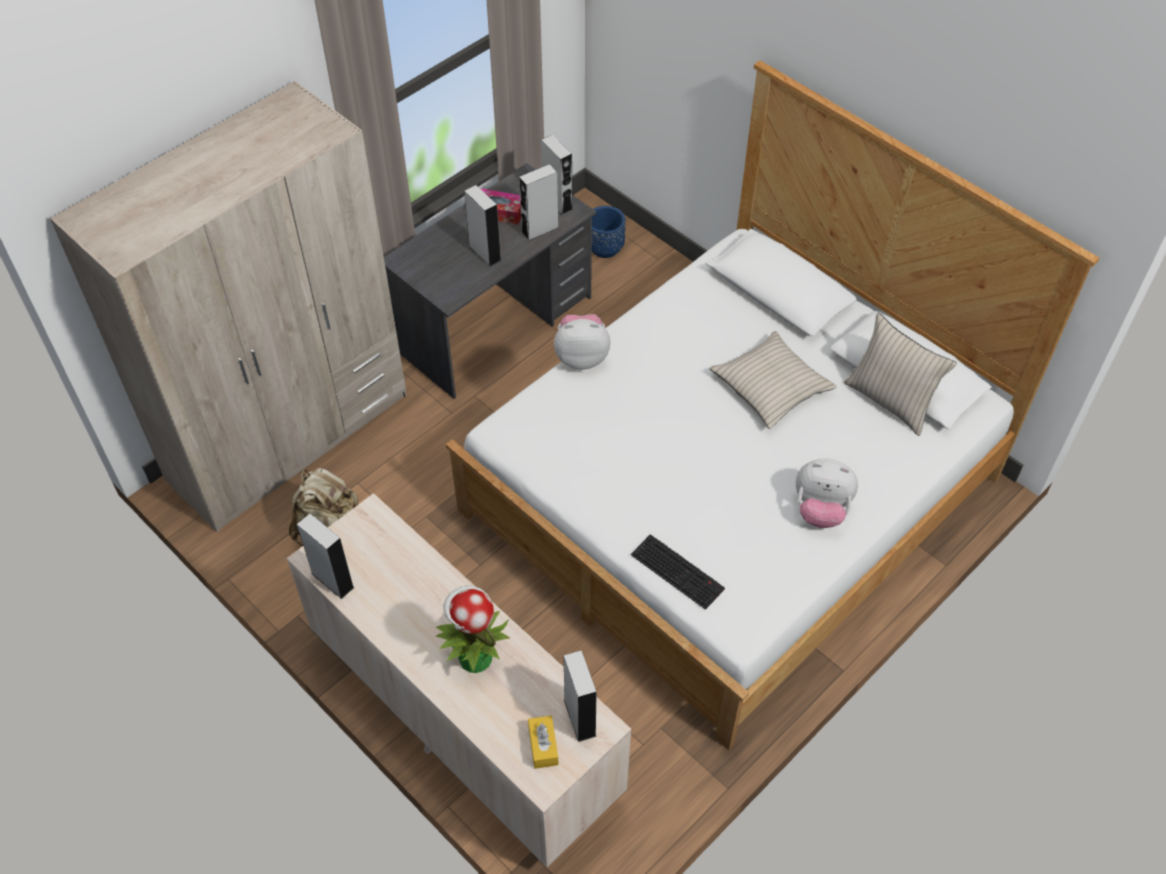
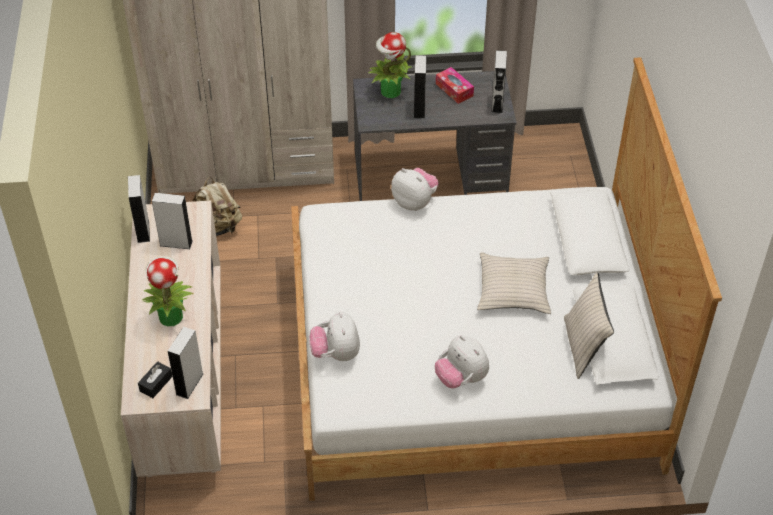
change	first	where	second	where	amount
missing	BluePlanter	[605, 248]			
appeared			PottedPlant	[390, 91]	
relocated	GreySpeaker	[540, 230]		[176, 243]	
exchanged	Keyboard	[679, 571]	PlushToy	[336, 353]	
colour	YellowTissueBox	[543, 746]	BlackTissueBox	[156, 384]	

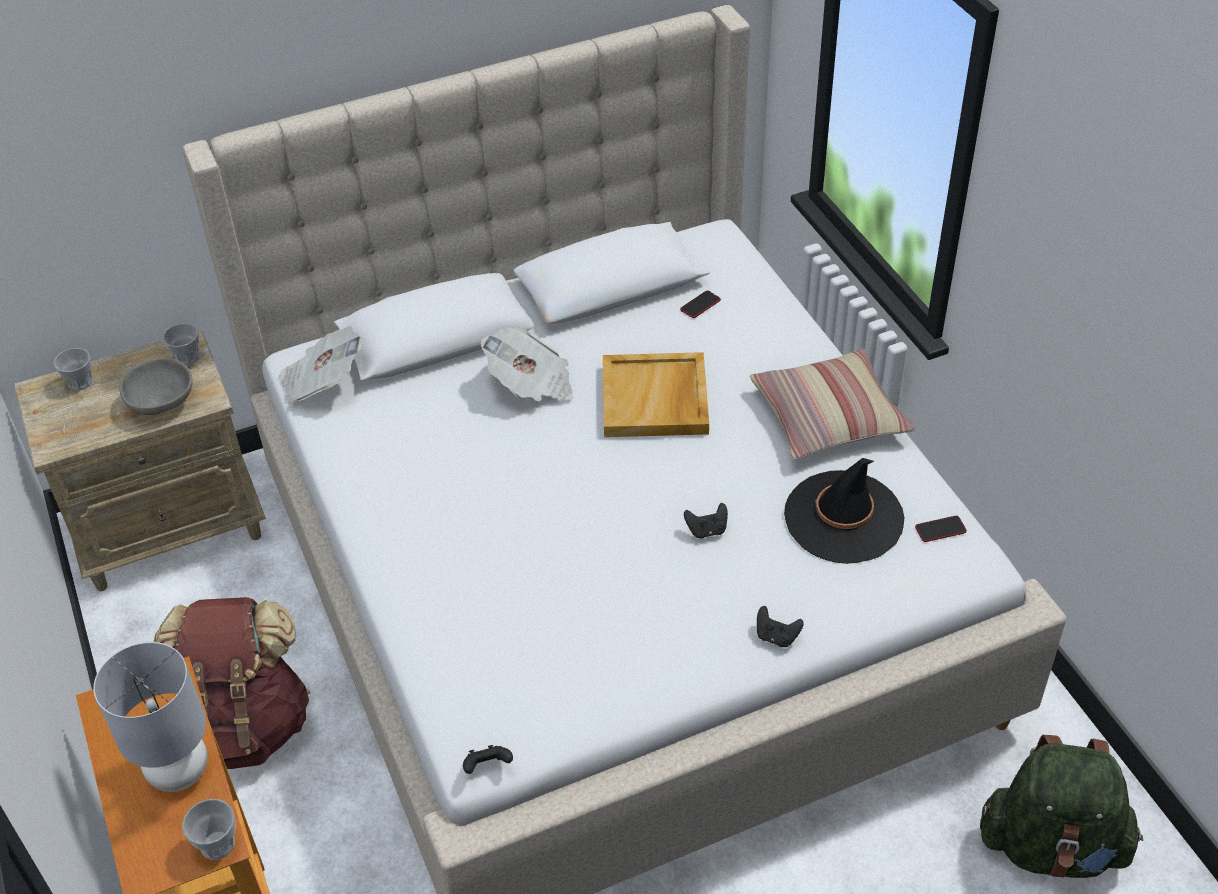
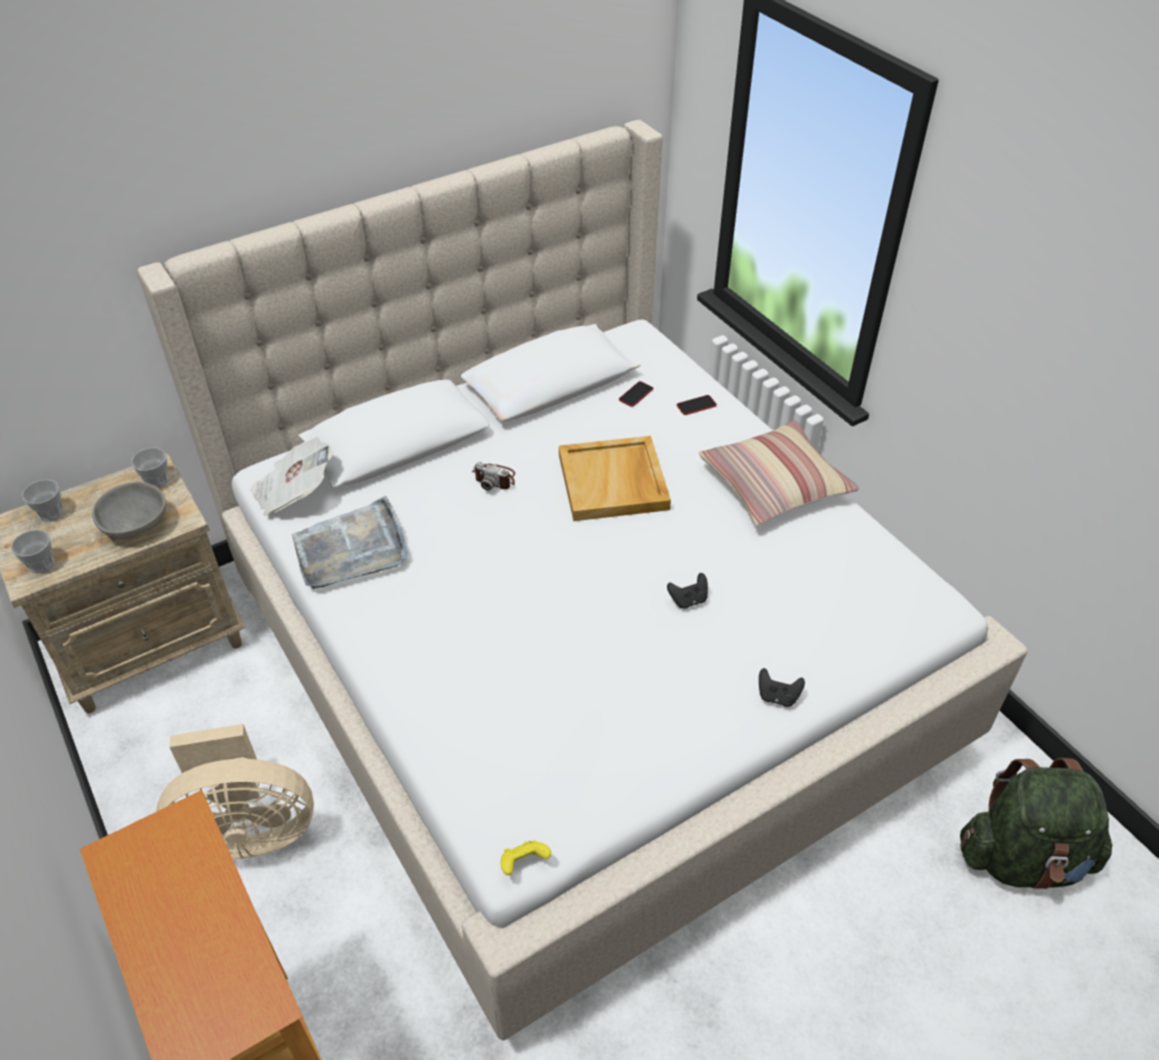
change	first	where	second	where	amount
missing	GreyTableLamp	[178, 771]			
missing	BlackHat	[843, 518]			
appeared			GreyTray	[351, 549]	
relocated	Cup	[217, 844]		[41, 564]	
relocated	Phone	[940, 529]		[696, 405]	
exchanged	BrownBackpack	[243, 724]	BeigeFan	[247, 831]	
exchanged	Newspaper	[531, 384]	PhotoCamera	[495, 478]	
colour	BlackGameController	[487, 767]	YellowGameController	[523, 863]	

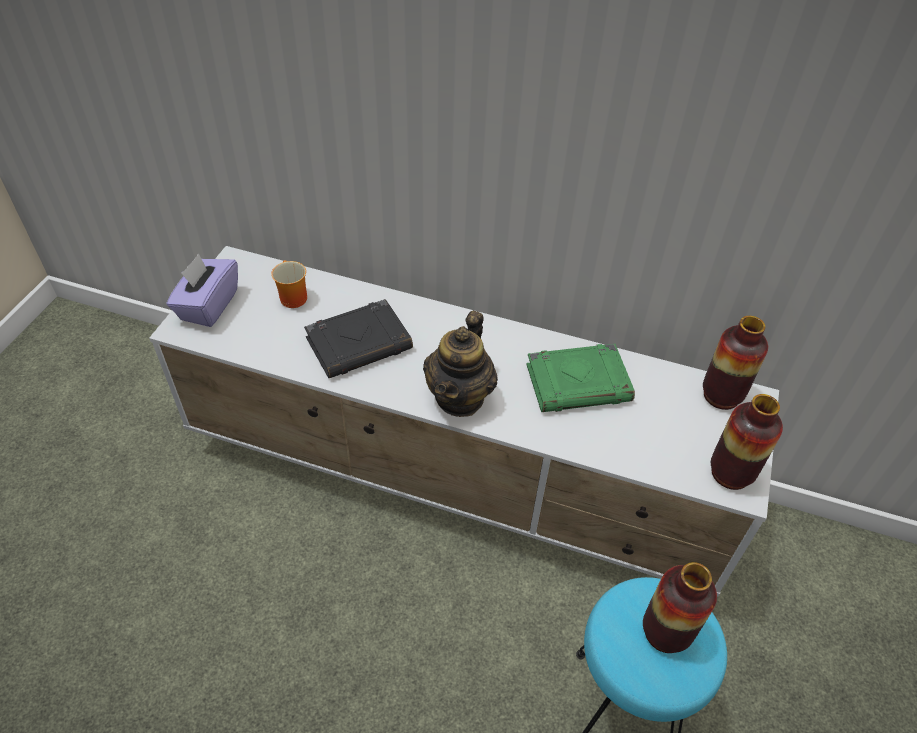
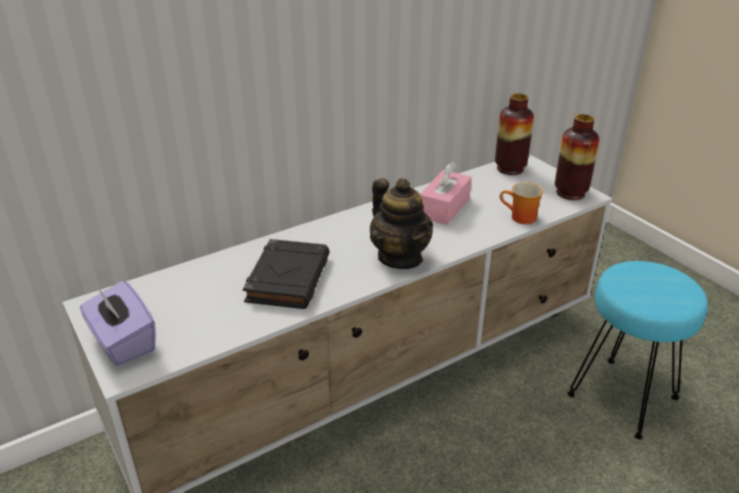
change	first	where	second	where	amount
missing	Vase	[665, 632]			
relocated	Mug	[291, 297]		[520, 218]	
exchanged	GreenBook	[579, 383]	PinkTissueBox	[444, 207]	

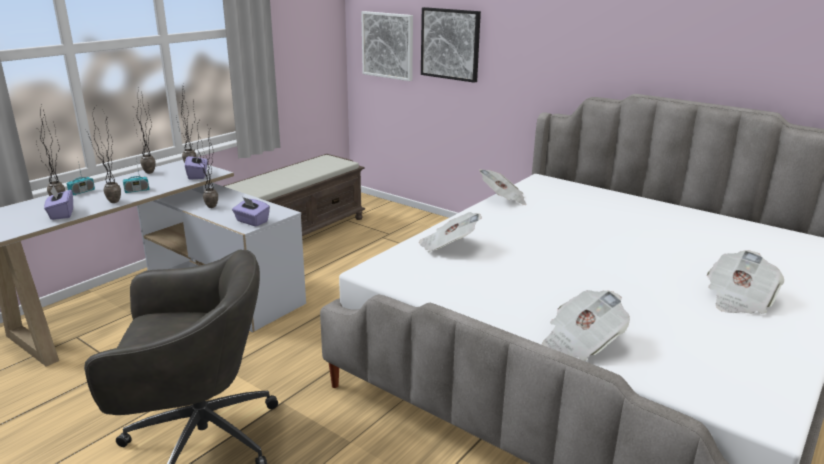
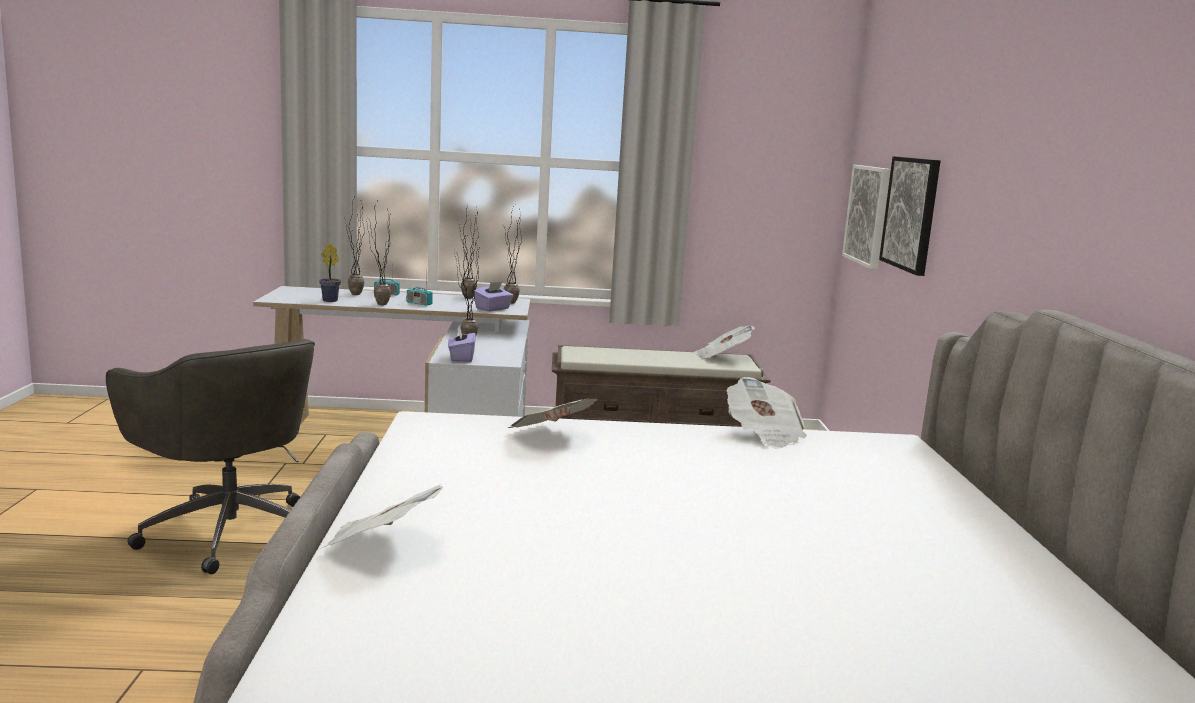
change	first	where	second	where	amount
relocated	Newspaper	[738, 300]		[722, 356]	
exchanged	PurpleTissueBox	[61, 214]	PottedPlant	[331, 300]	

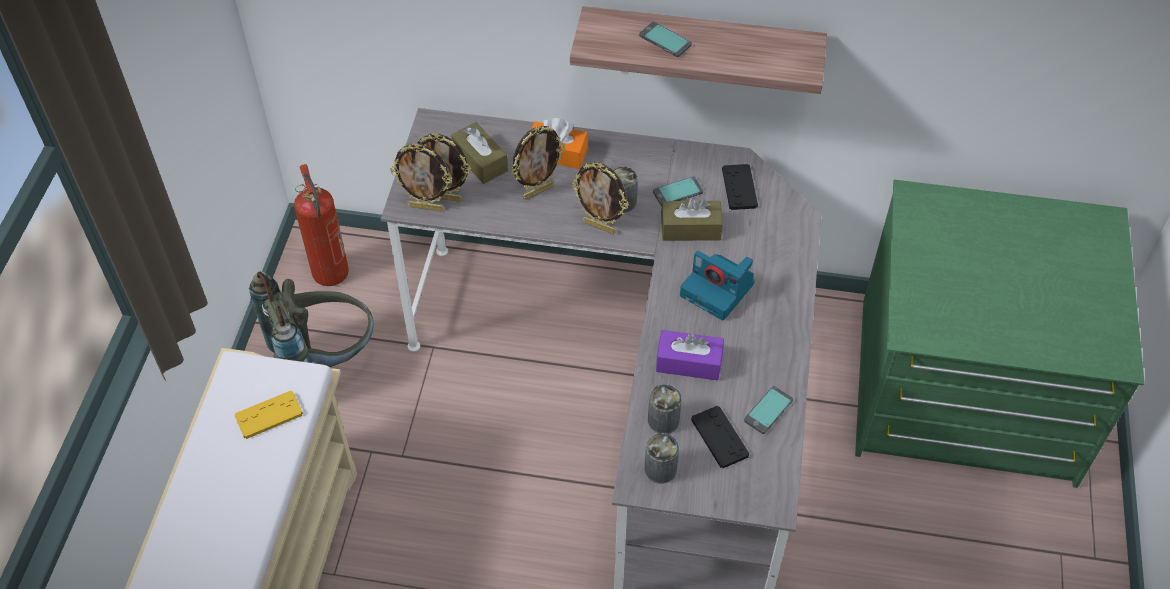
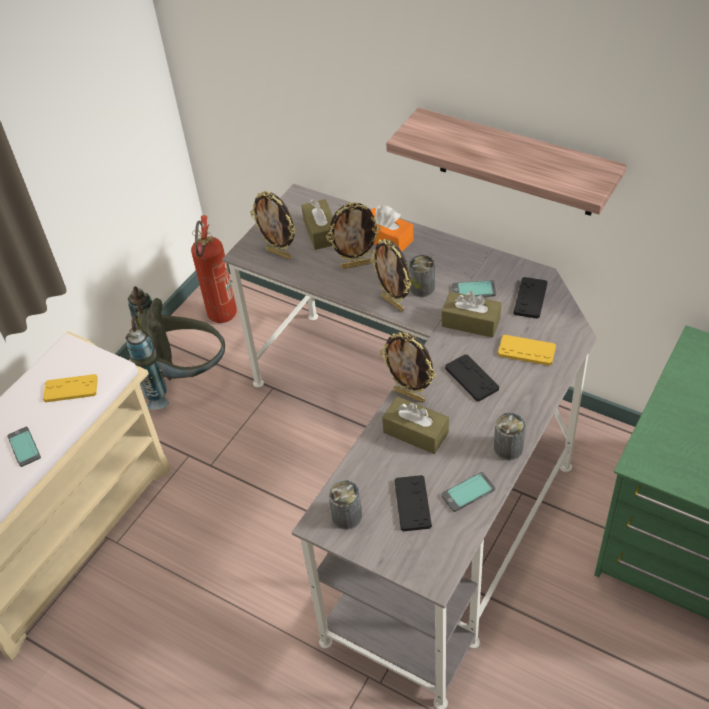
change	first	where	second	where	amount
appeared			YellowGameController	[526, 351]	
relocated	PictureFrame	[426, 207]		[409, 395]	
relocated	Phone	[665, 40]		[24, 447]	
relocated	Can	[663, 420]		[508, 448]	
exchanged	PhotoCamera	[718, 290]	BlackGameController	[471, 378]	
colour	PurpleTissueBox	[689, 363]	BrownTissueBox	[415, 432]	

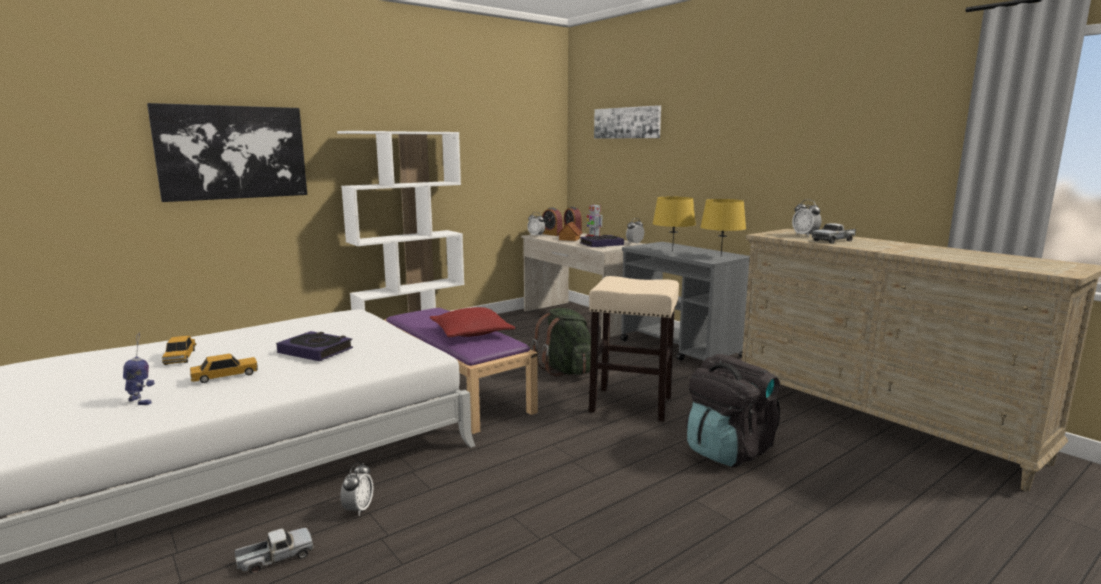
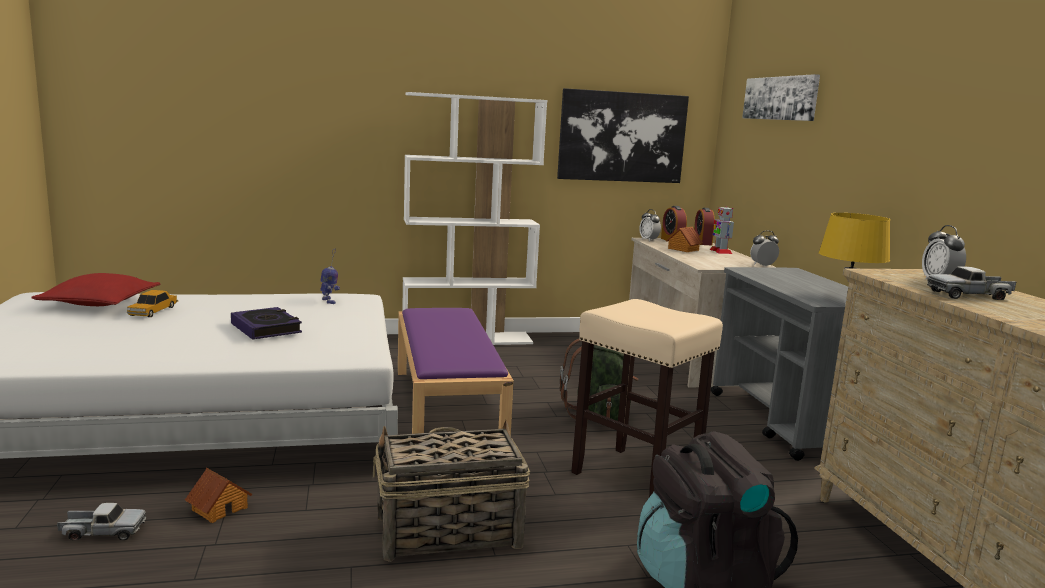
change	first	where	second	where	amount
missing	ToyCar	[225, 375]			
missing	Book	[601, 244]			
missing	YellowTableLamp	[672, 251]			
appeared			Basket	[447, 532]	
relocated	ToyRobot	[141, 401]		[329, 301]	
relocated	Picture	[232, 152]		[622, 137]	
relocated	RedPillow	[471, 333]		[100, 303]	
exchanged	AlarmClock	[358, 509]	ToyHouse	[219, 508]	

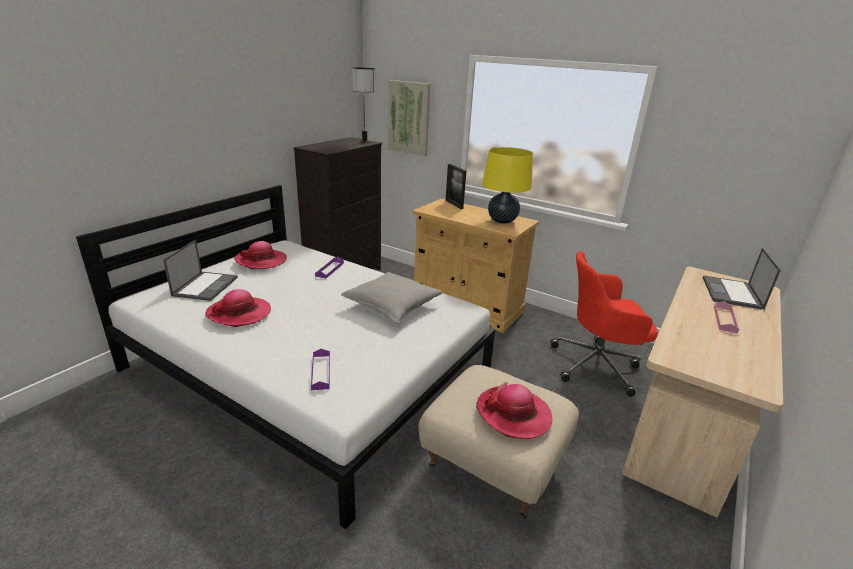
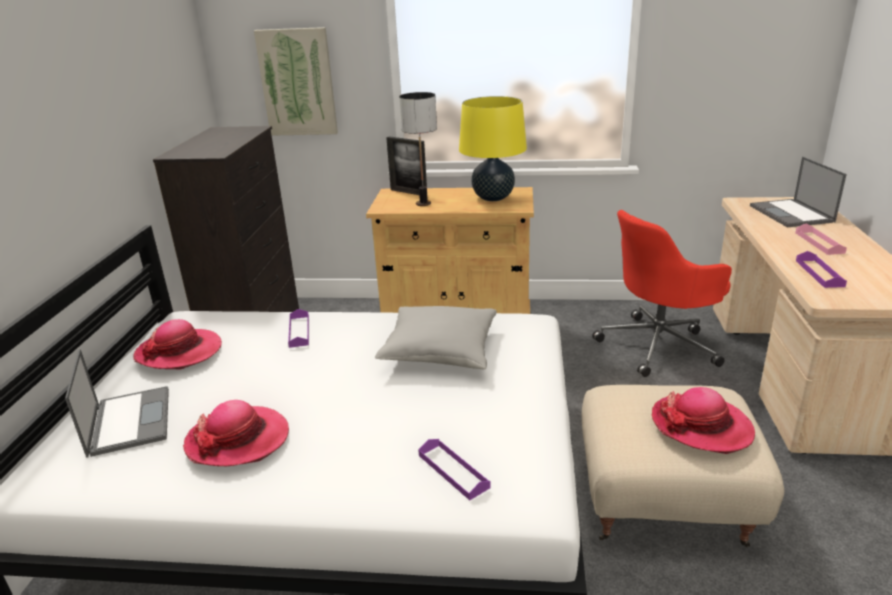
change	first	where	second	where	amount
appeared			PurpleTray	[819, 273]	
relocated	TableLamp	[364, 142]		[423, 204]	

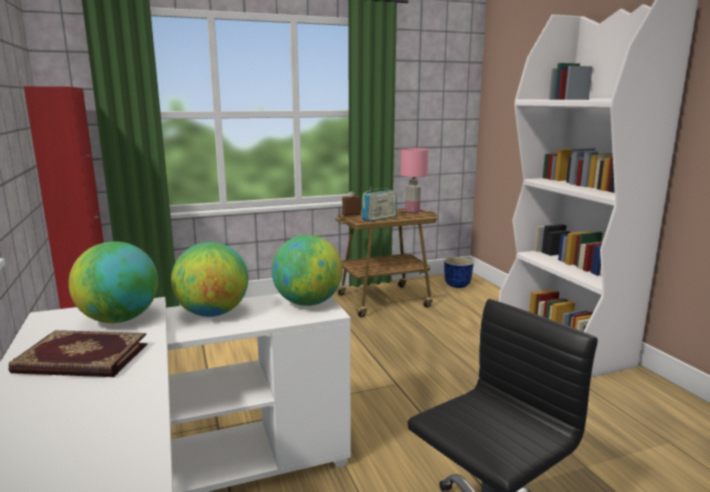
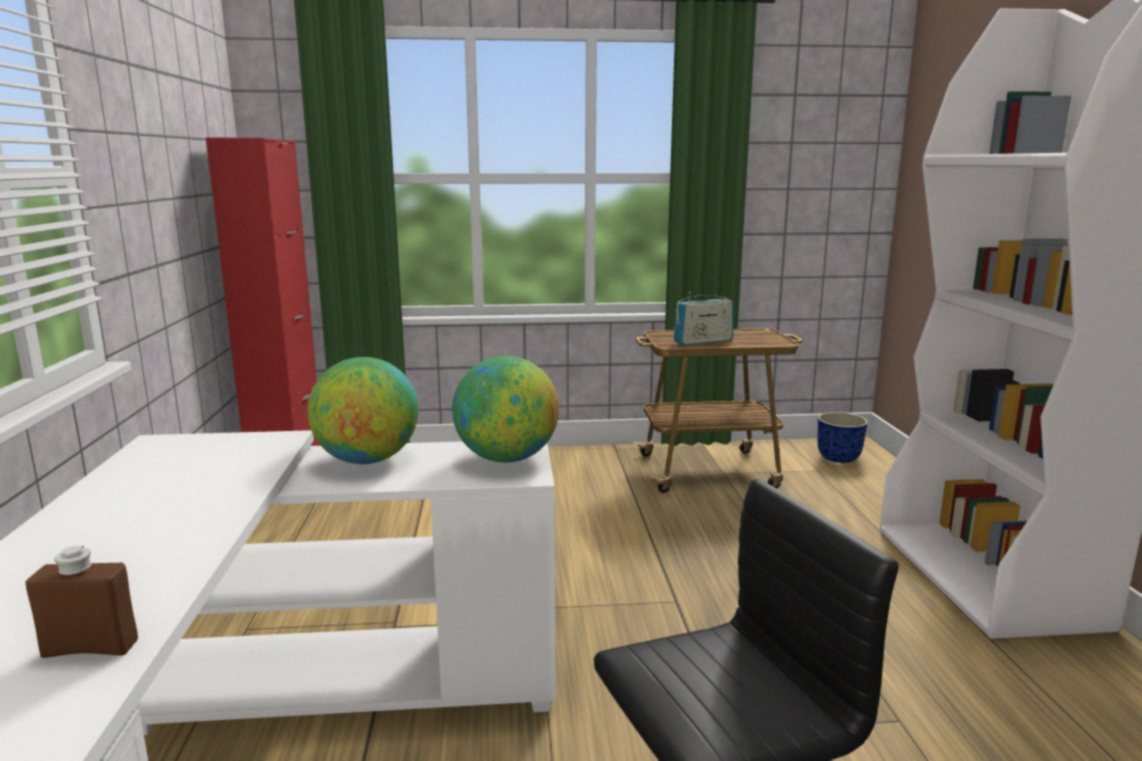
change	first	where	second	where	amount
missing	Book	[81, 359]			
missing	Globe	[119, 319]			
missing	PinkTableLamp	[413, 211]			
relocated	BrownBottle	[351, 215]		[90, 648]	

